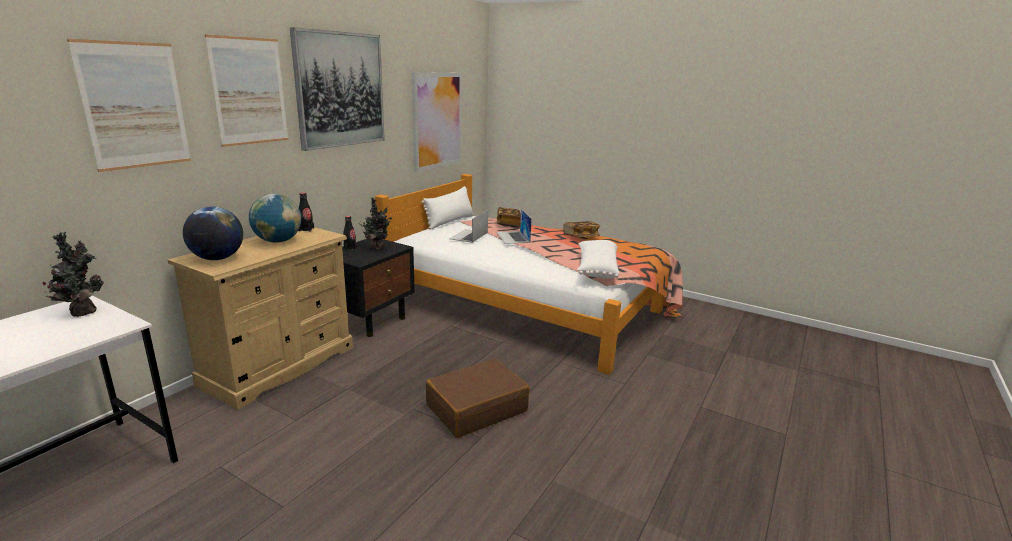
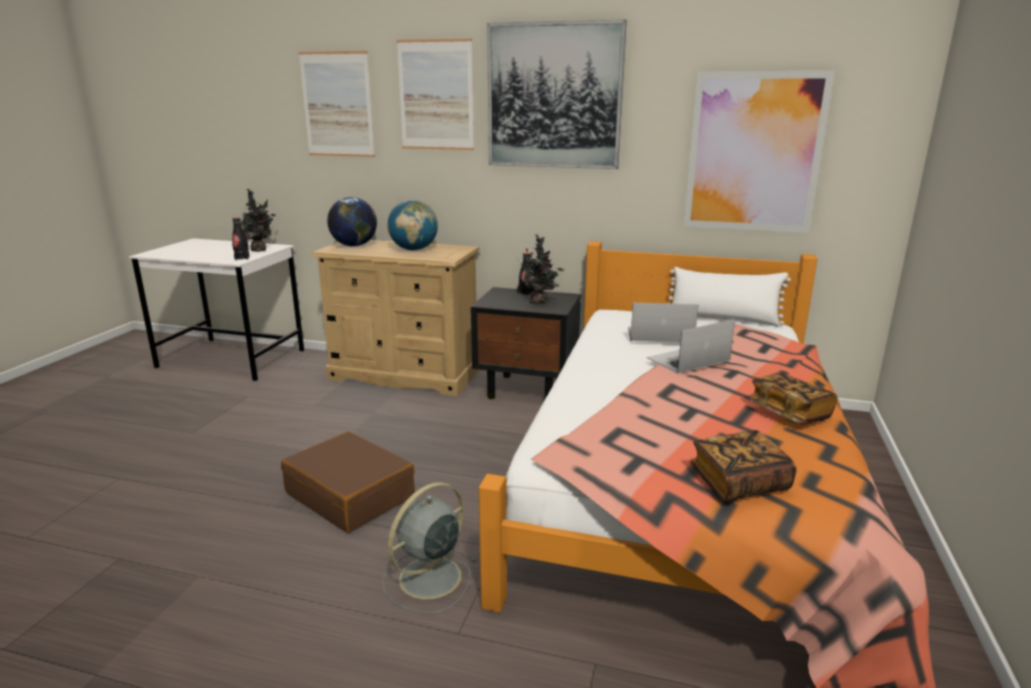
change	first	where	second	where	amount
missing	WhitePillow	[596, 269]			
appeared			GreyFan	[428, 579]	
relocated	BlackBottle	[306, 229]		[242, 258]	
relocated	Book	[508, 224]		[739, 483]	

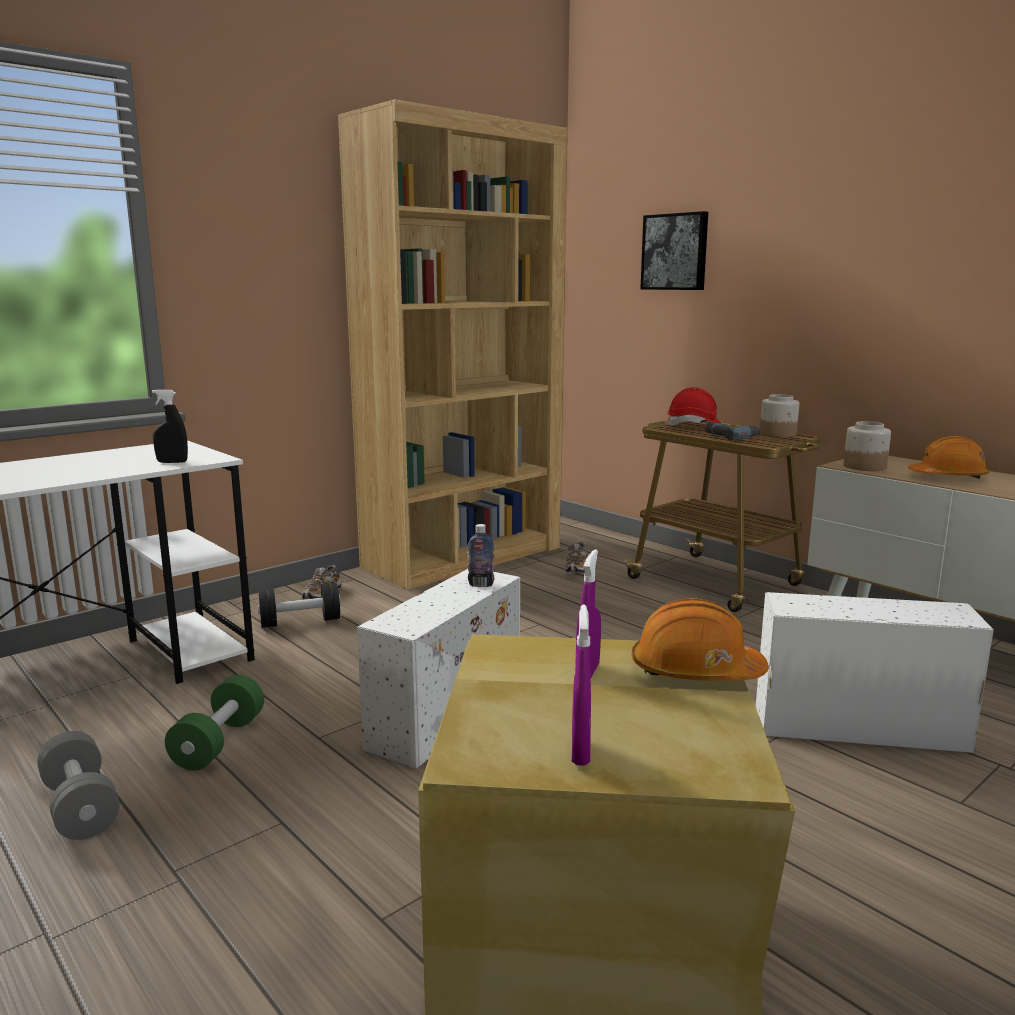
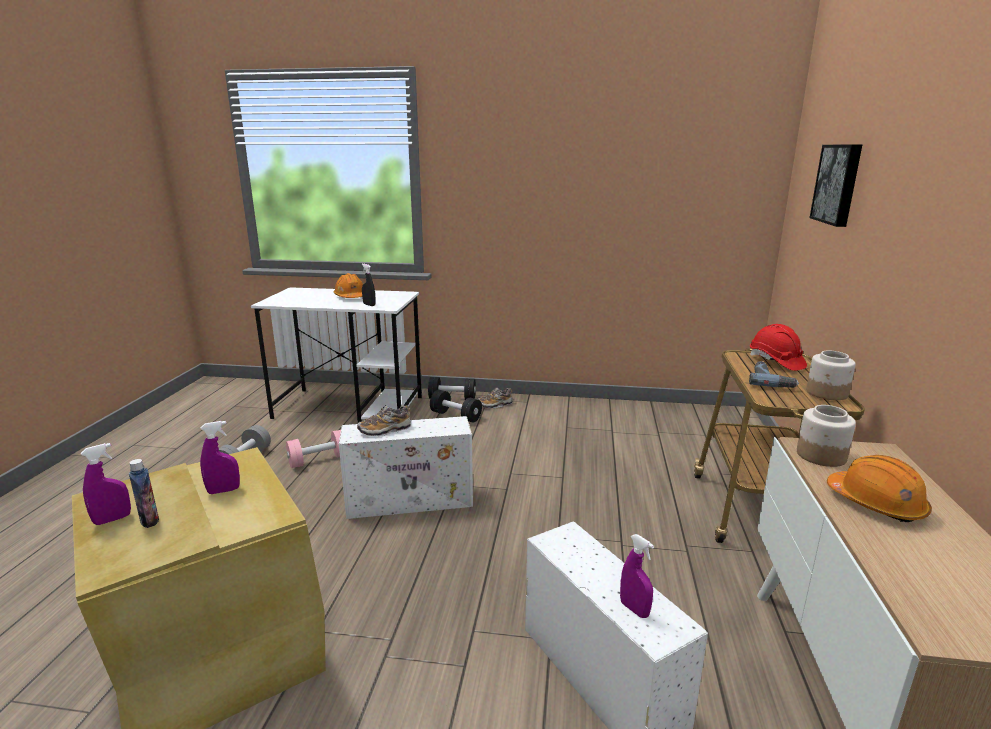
change	first	where	second	where	amount
missing	BrownBookcase	[464, 557]			
appeared			BlackDumbbell	[452, 398]	
appeared			PurpleSprayBottle	[634, 609]	
relocated	Bottle	[481, 584]		[149, 521]	
relocated	Shoe	[576, 568]		[385, 430]	
relocated	OrangeHardHat	[695, 672]		[351, 297]	
colour	GreenDumbbell	[219, 742]	PinkDumbbell	[319, 460]	

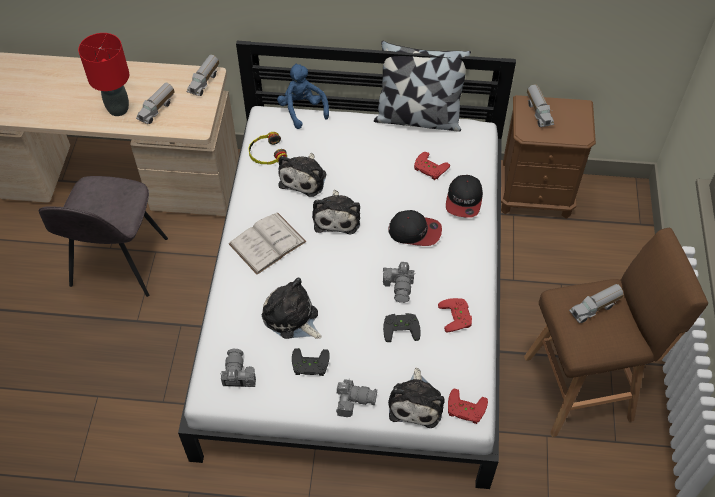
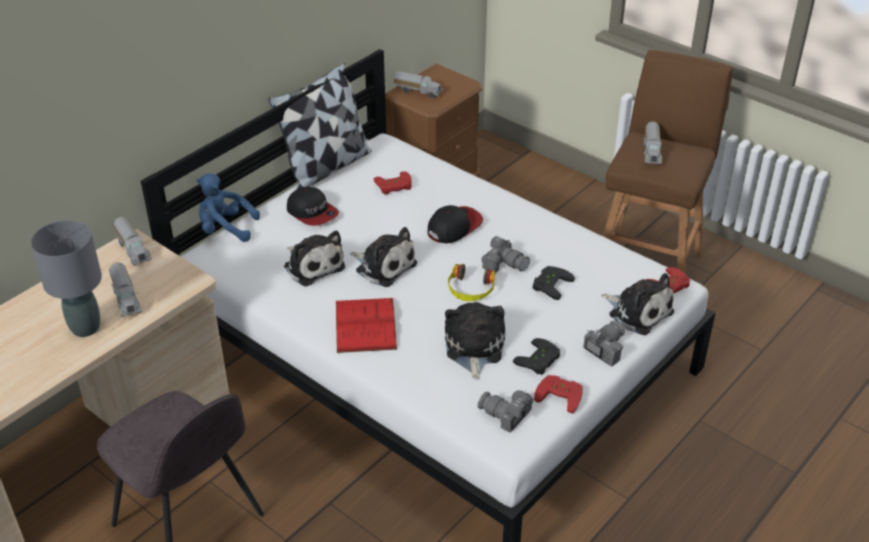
change	first	where	second	where	amount
relocated	Headphones	[267, 154]		[470, 289]	
relocated	RedGameController	[457, 316]		[560, 394]	
relocated	Cap	[464, 200]		[312, 212]	
colour	RedTableLamp	[119, 109]	GreyTableLamp	[85, 327]	
colour	WhiteBook	[267, 243]	RedBook	[365, 325]	
spun	PlushToy	[292, 318]		[473, 348]	105 degrees clockwise

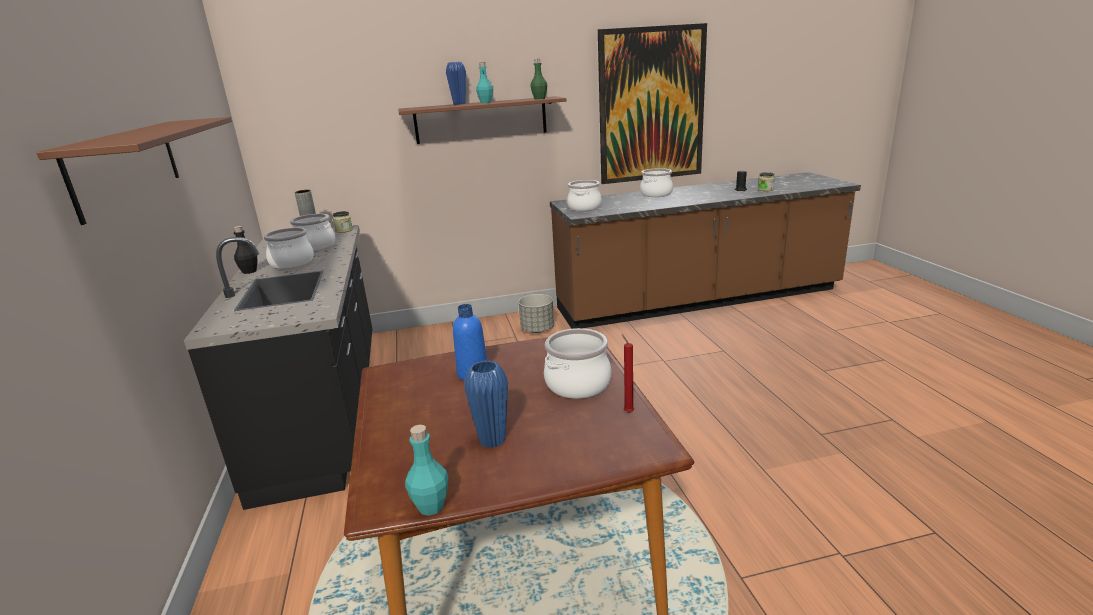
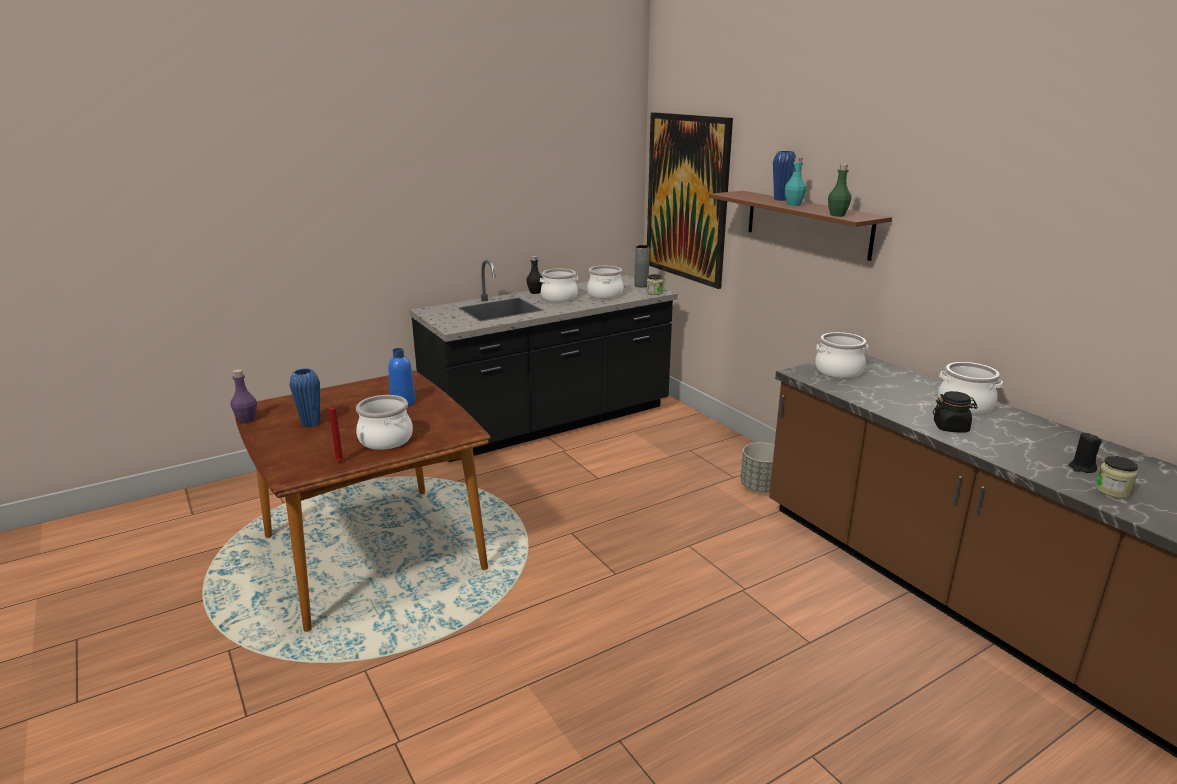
change	first	where	second	where	amount
missing	BrownShelf	[127, 165]			
appeared			BlackJar	[951, 427]	
relocated	Picture	[651, 105]		[686, 198]	
colour	TurquoiseBottle	[431, 506]	PurpleBottle	[246, 420]	

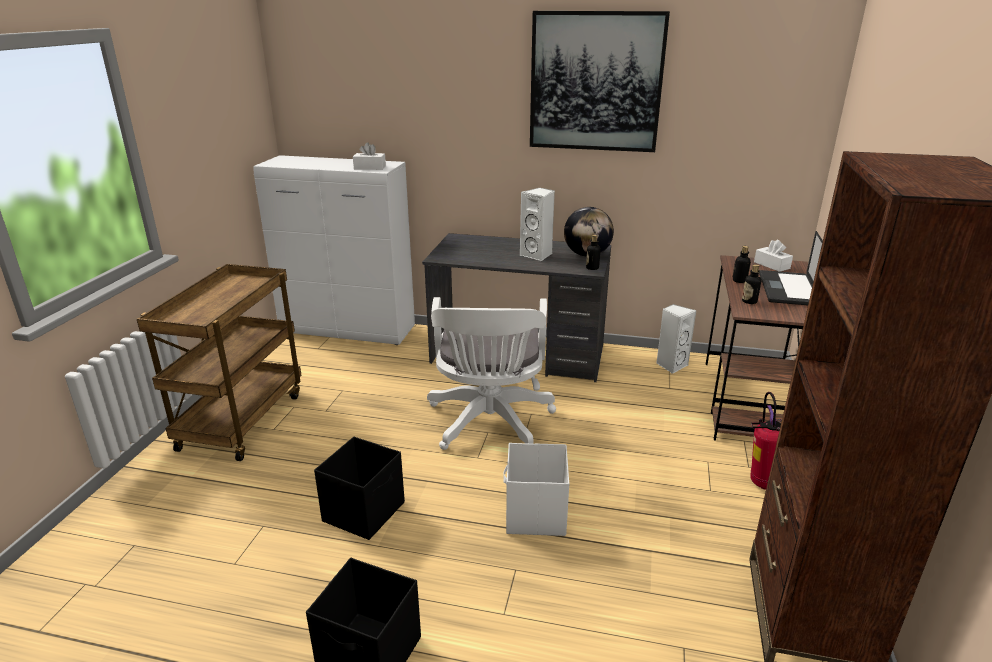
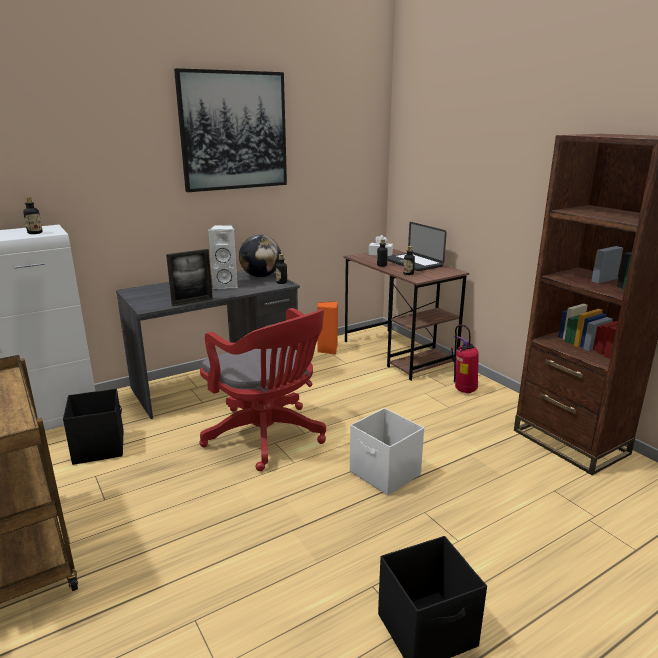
change	first	where	second	where	amount
appeared			PictureFrame	[192, 302]	
relocated	BlackStorageBox	[365, 511]		[99, 447]	
exchanged	WhiteTissueBox	[370, 167]	Bottle	[35, 233]	
colour	WhiteOfficeChair	[489, 424]	RedOfficeChair	[268, 437]	
colour	WhiteSpeaker	[671, 365]	OrangeSpeaker	[327, 350]	

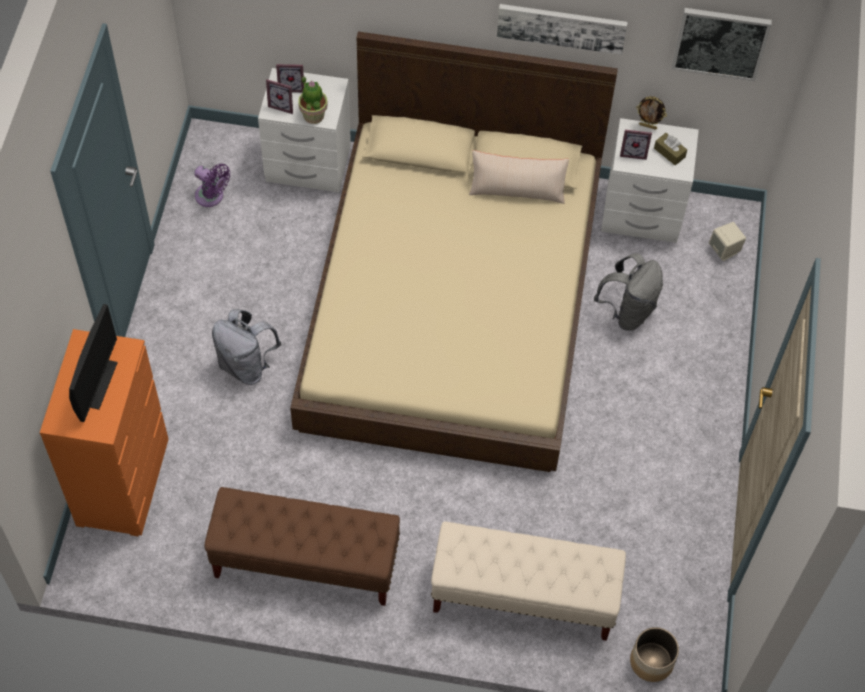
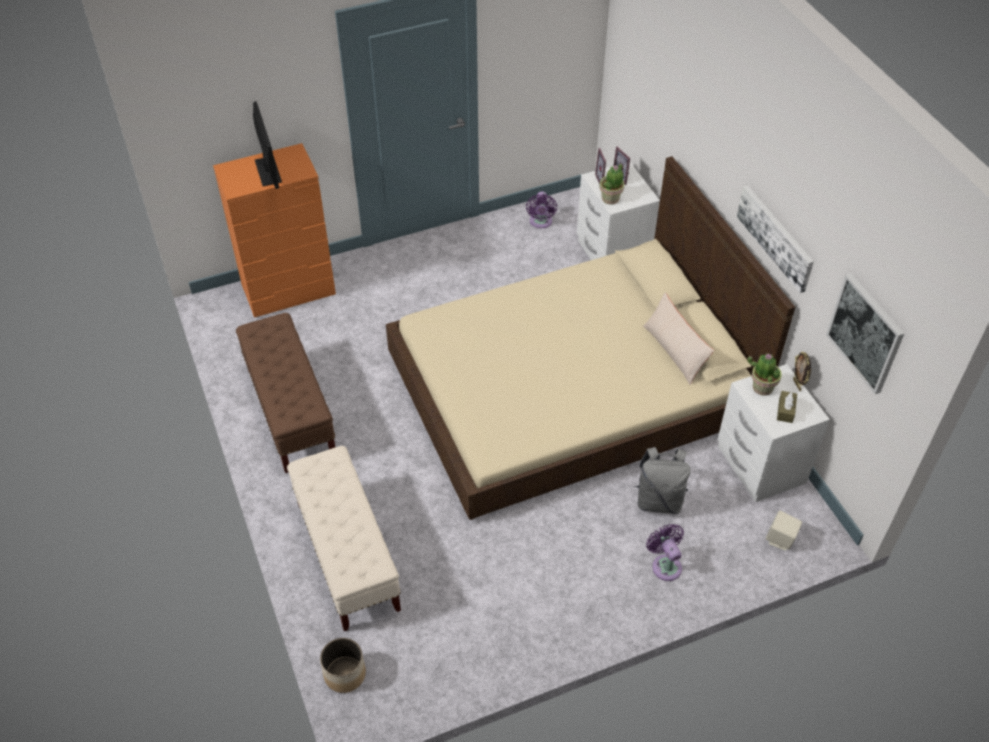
change	first	where	second	where	amount
missing	GreyBackpack	[246, 365]			
appeared			PurpleFan	[665, 565]	
exchanged	PictureFrame	[633, 152]	PottedPlant	[762, 387]	
spun	Monitor	[96, 383]		[268, 171]	90 degrees counterclockwise

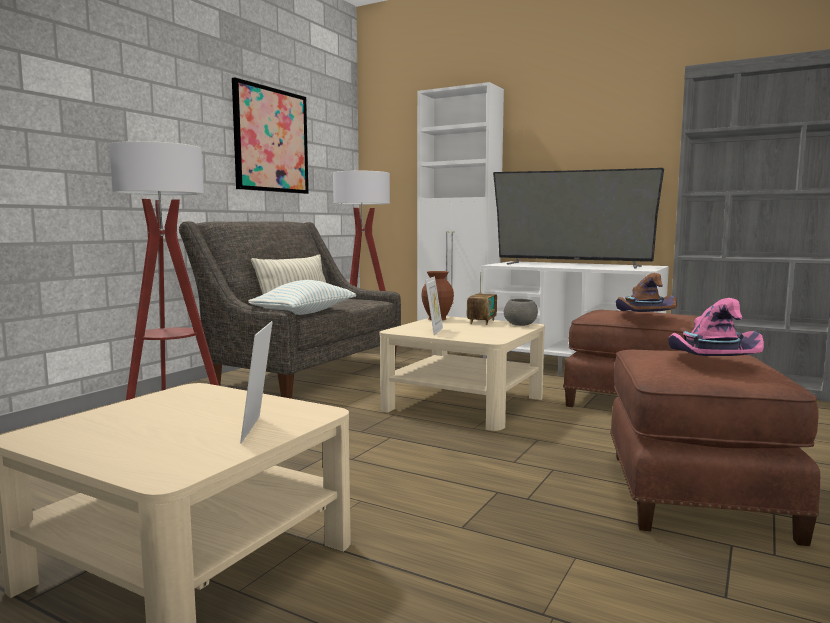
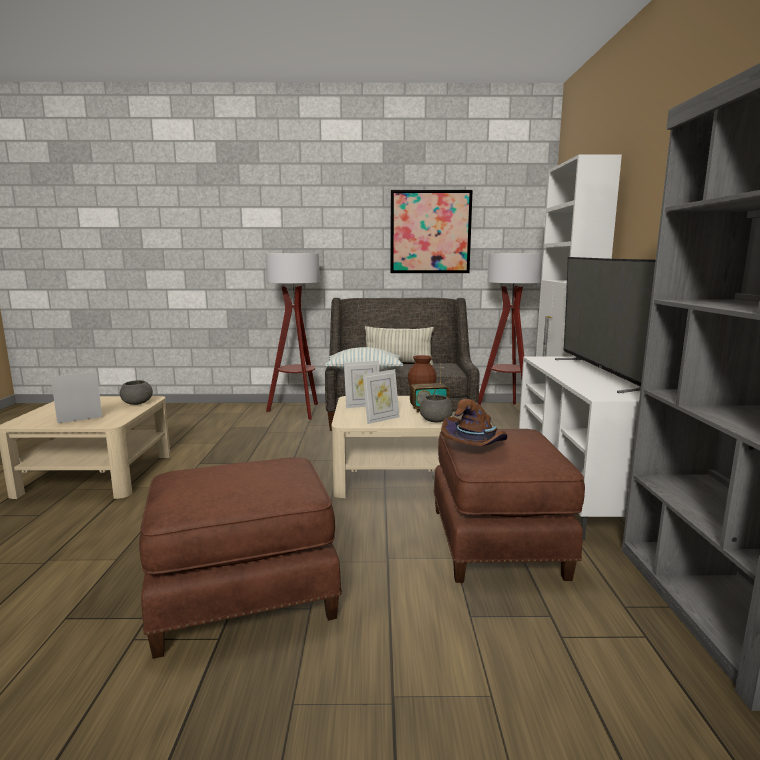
change	first	where	second	where	amount
missing	PinkHat	[709, 361]			
appeared			GreyBowl	[136, 403]	
appeared			PictureFrame	[381, 419]	

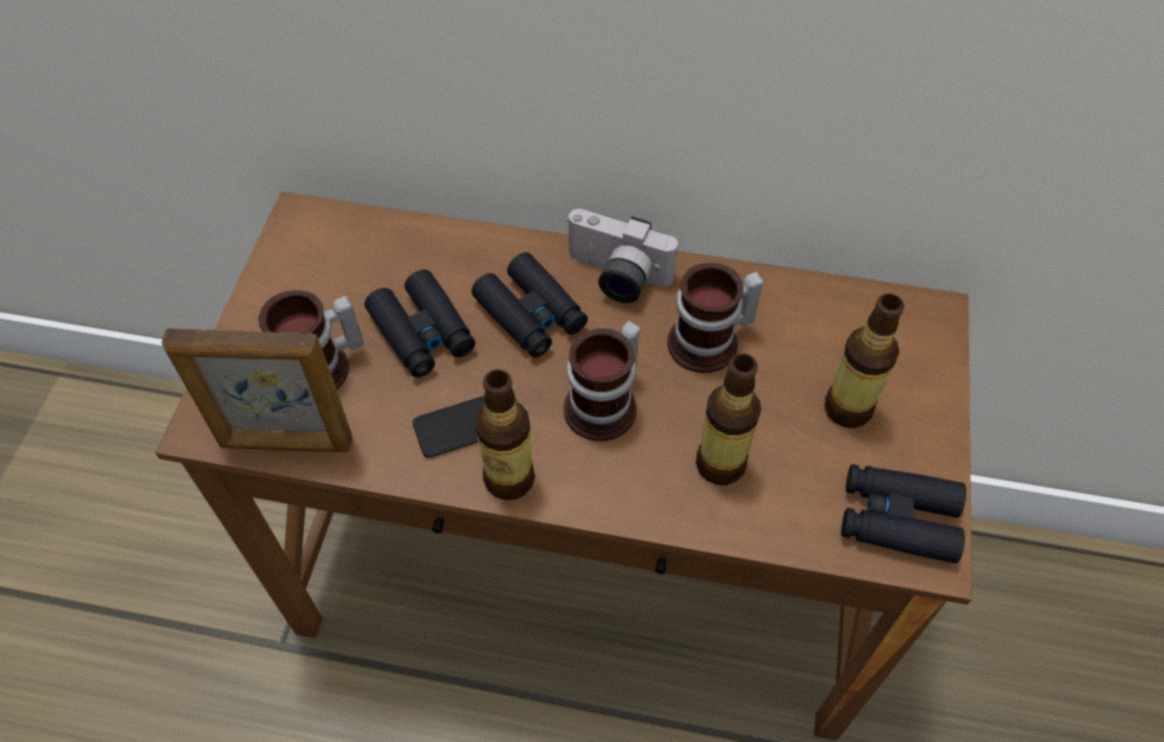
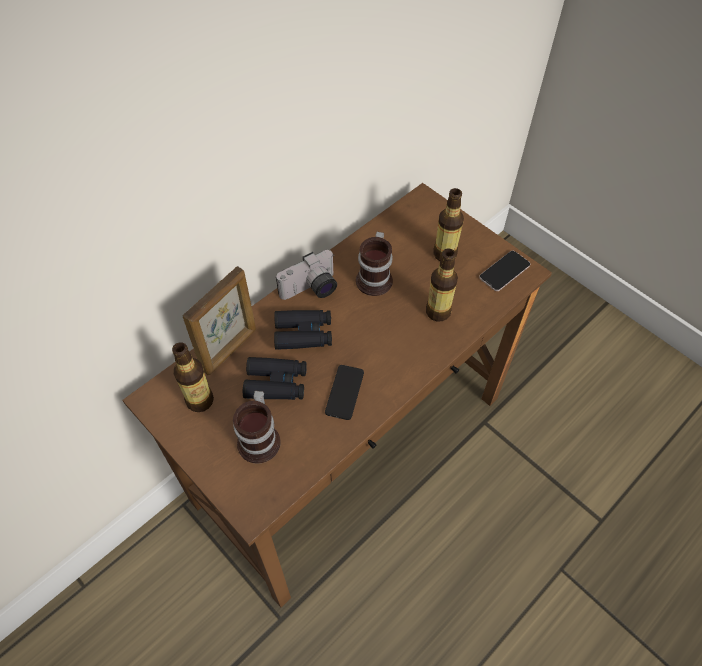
change	first	where	second	where	amount
missing	Mug	[607, 405]			
relocated	PictureFrame	[286, 443]		[230, 349]	
relocated	Bottle	[509, 479]		[200, 400]	
exchanged	BlackBinoculars	[897, 519]	Phone	[504, 271]	

